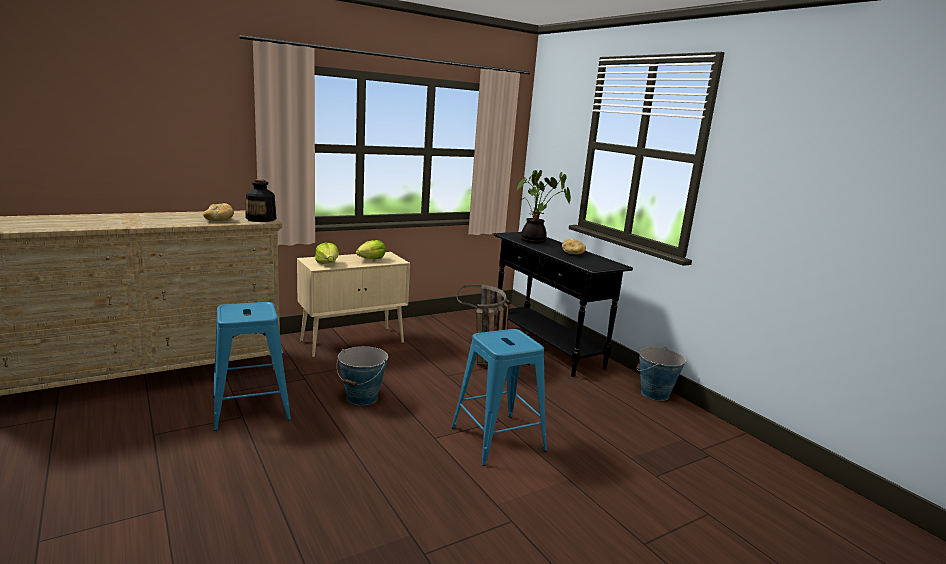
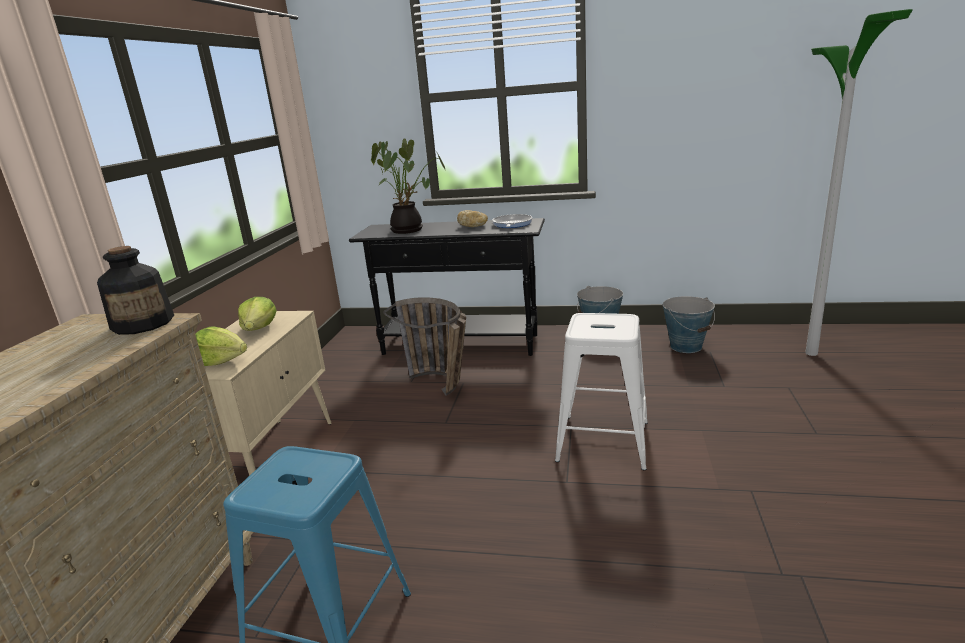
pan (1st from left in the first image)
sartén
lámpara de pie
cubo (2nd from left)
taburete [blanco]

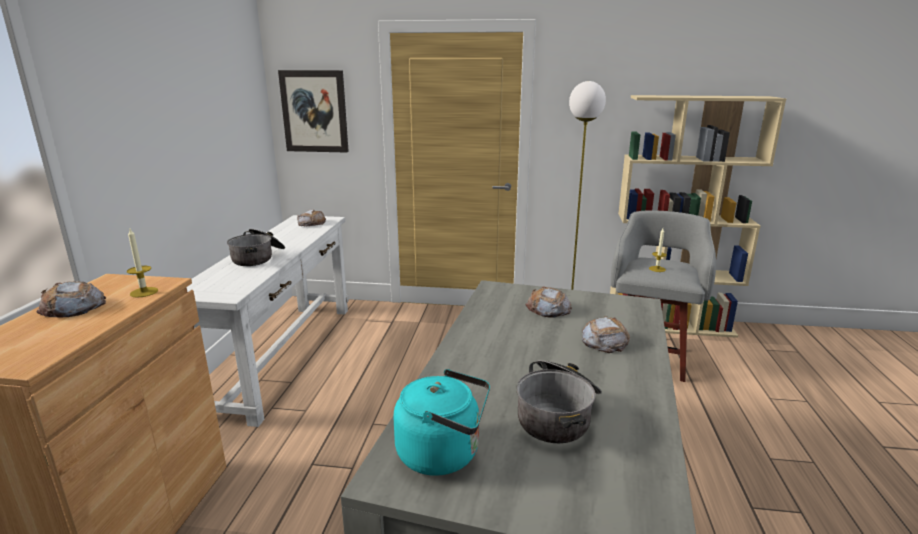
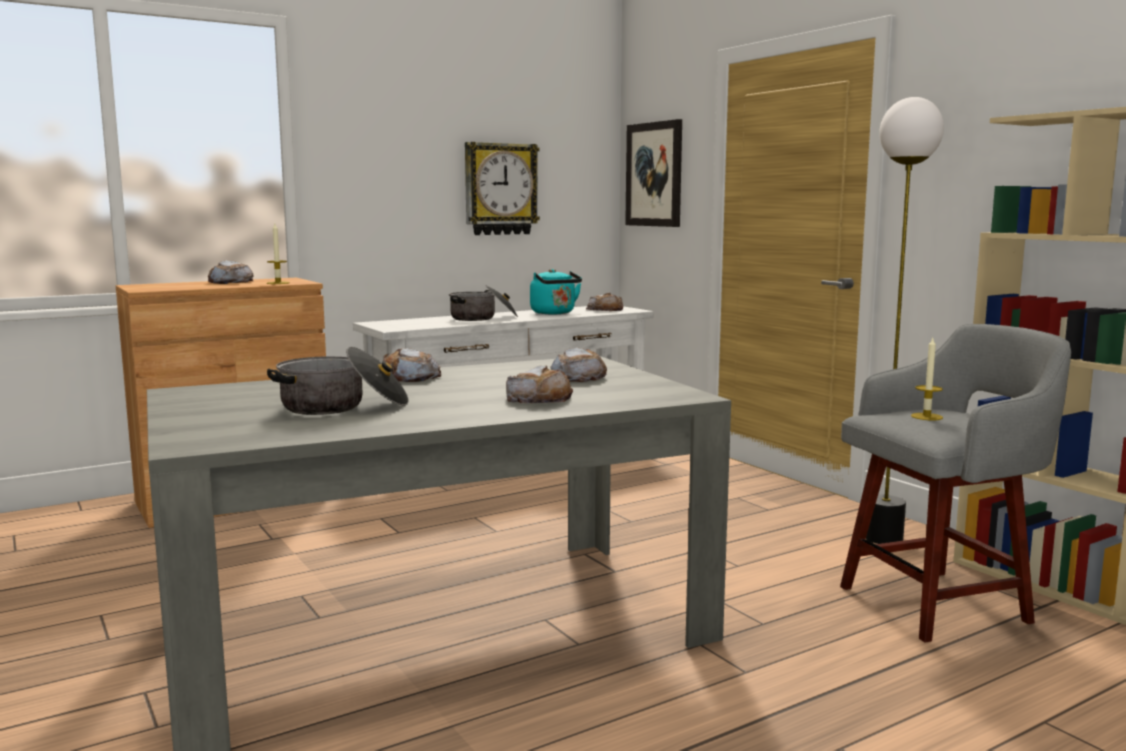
pan (2nd from left)
reloj de pared
hervidor [turquesa]

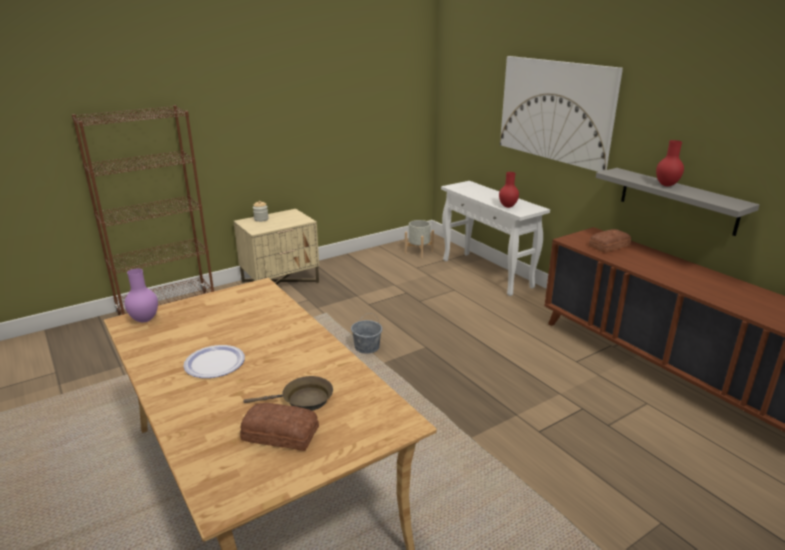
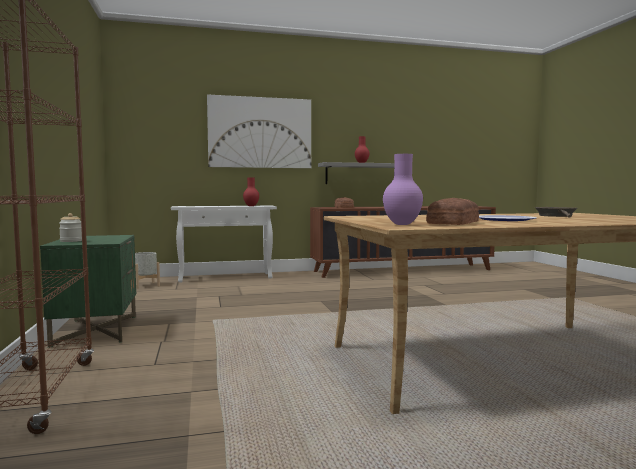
cubo [gris]
pan (2nd from left)
mesita de noche [verde]

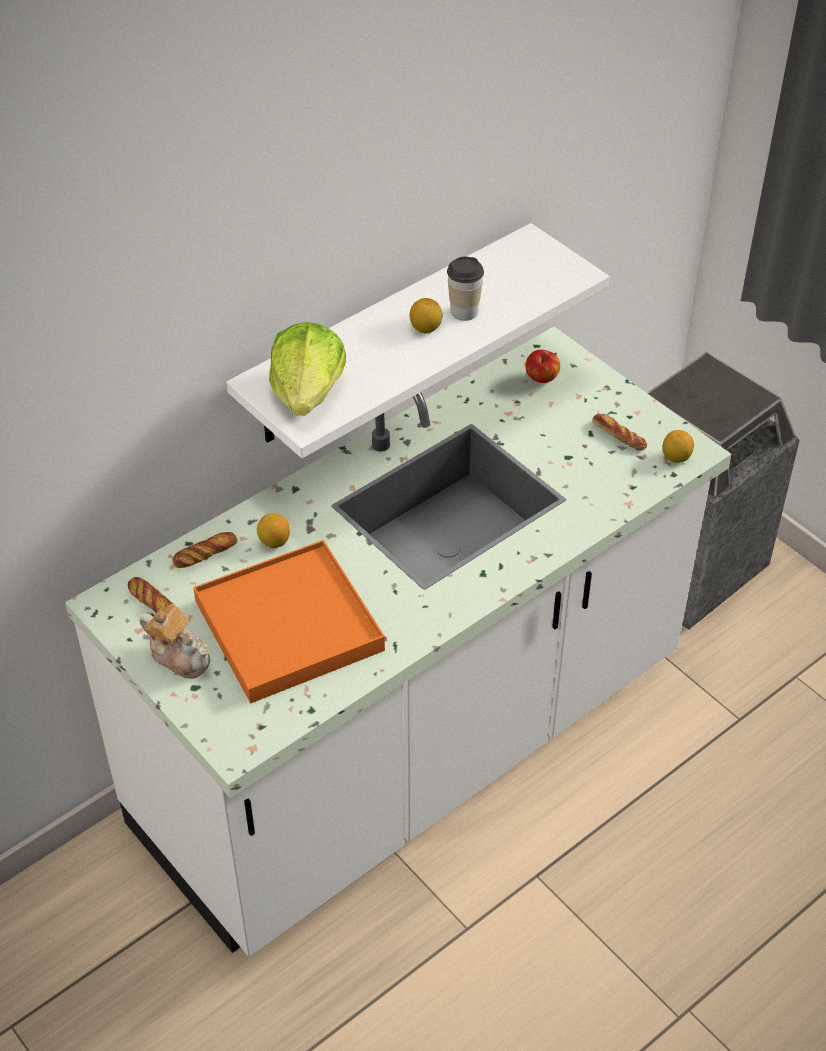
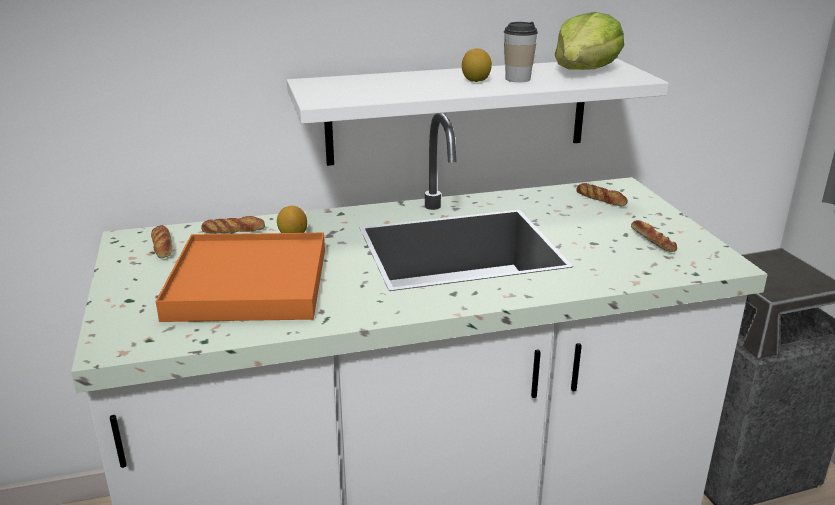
tetera
limón (3rd from left in the first image)
lechuga
pan (3rd from left)

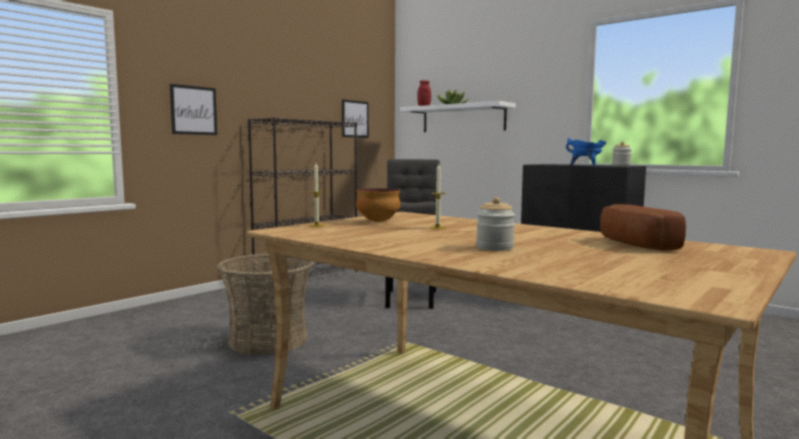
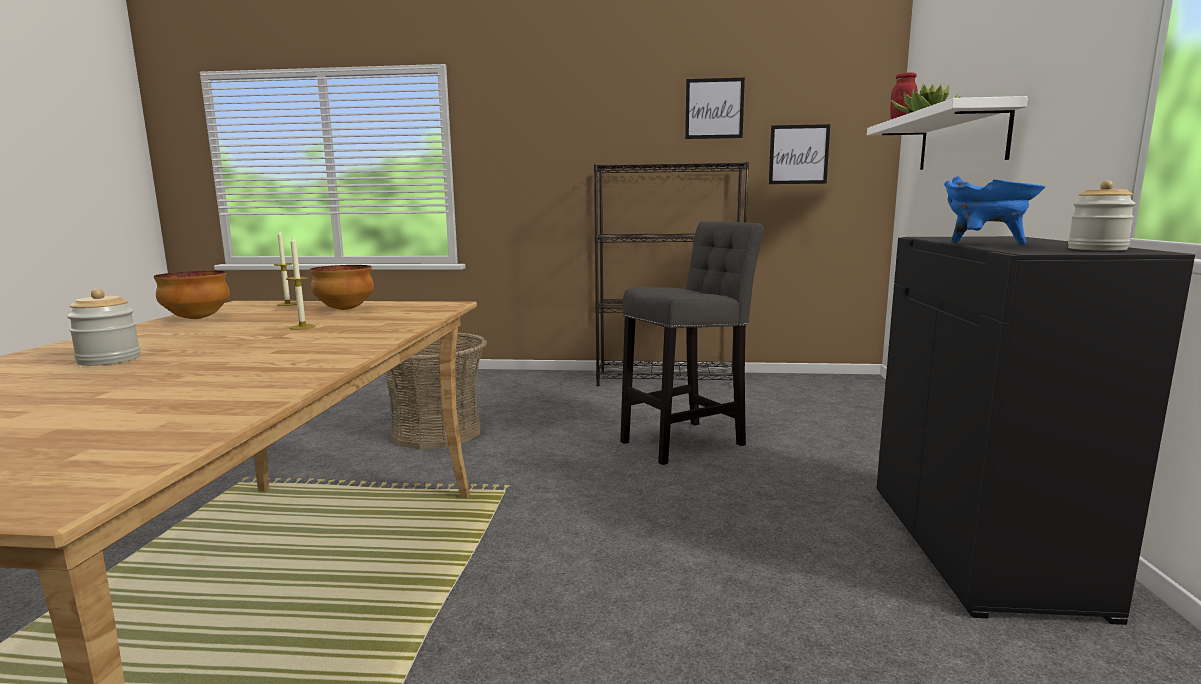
pan
cuenco (1st from left)
cuadro (1st from left)

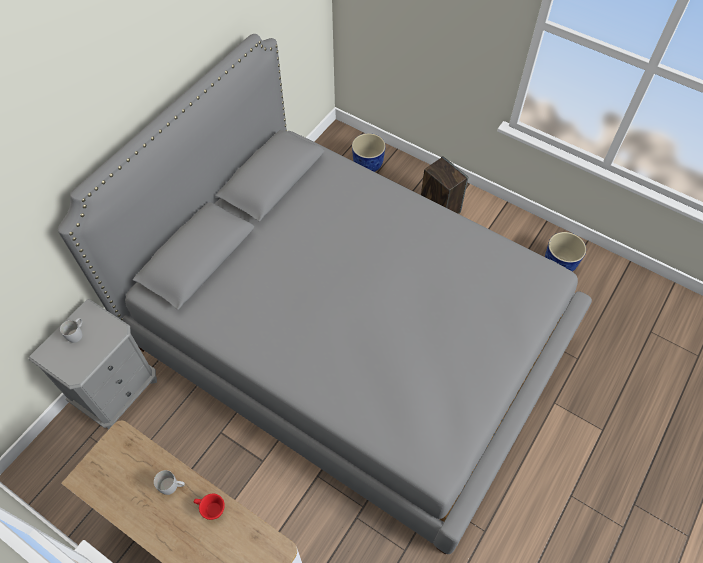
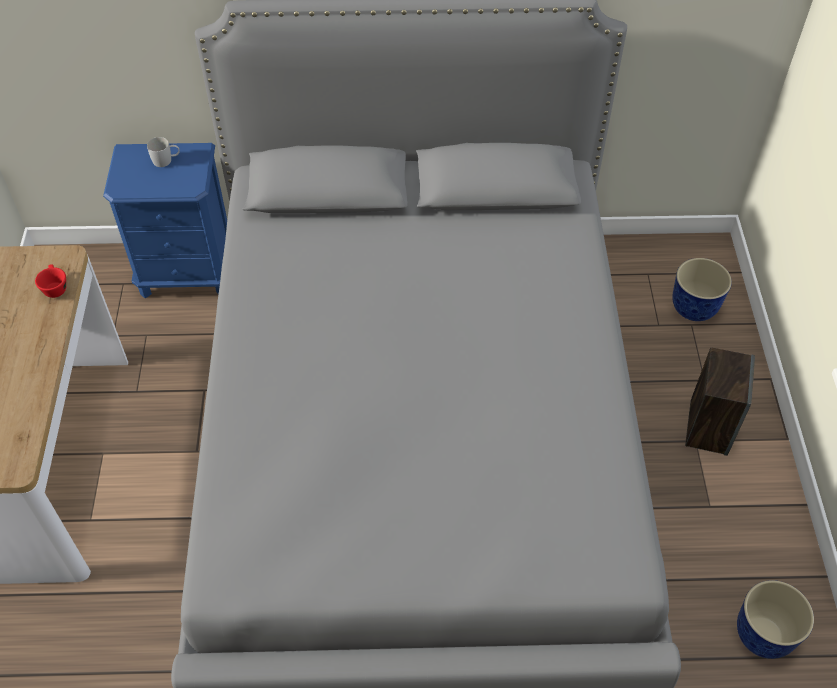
taza grande [blanco] (2nd from left in the first image)
taza [rojo]
mesita de noche [azul]

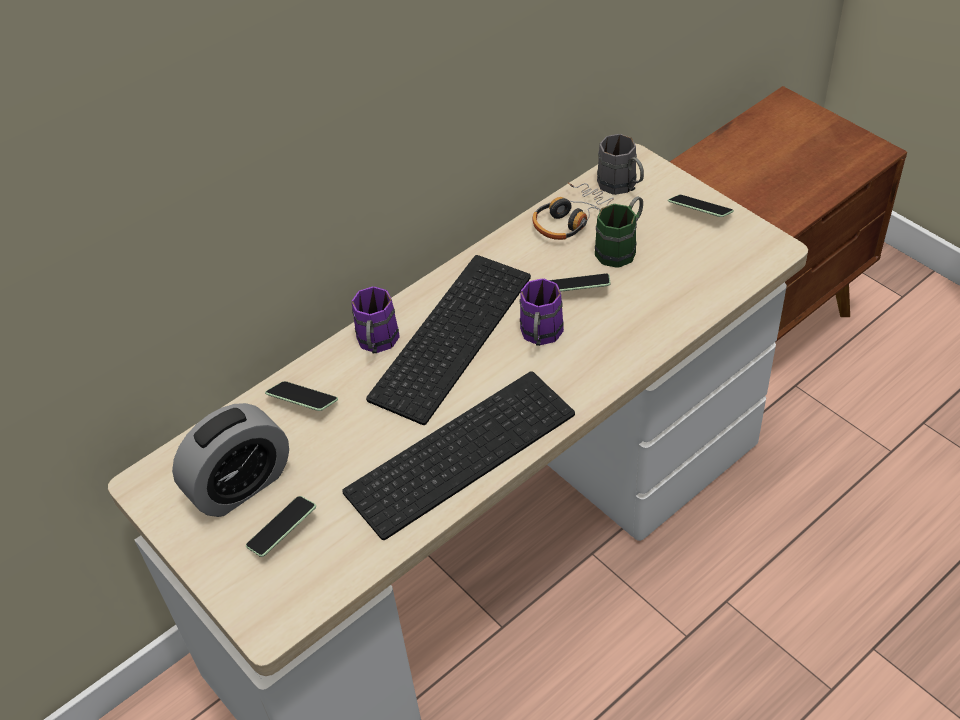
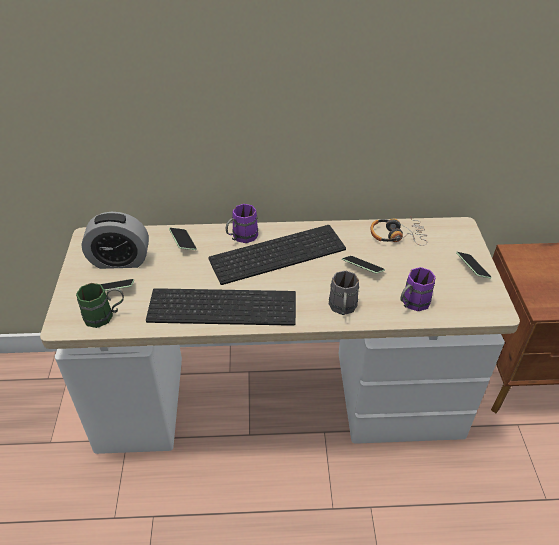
taza grande [morado] (2nd from left)
taza grande [verde]
taza grande [gris]

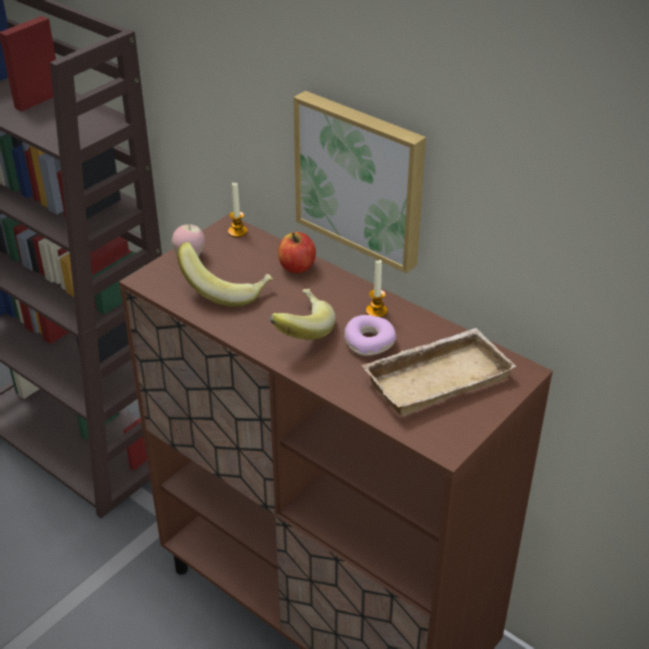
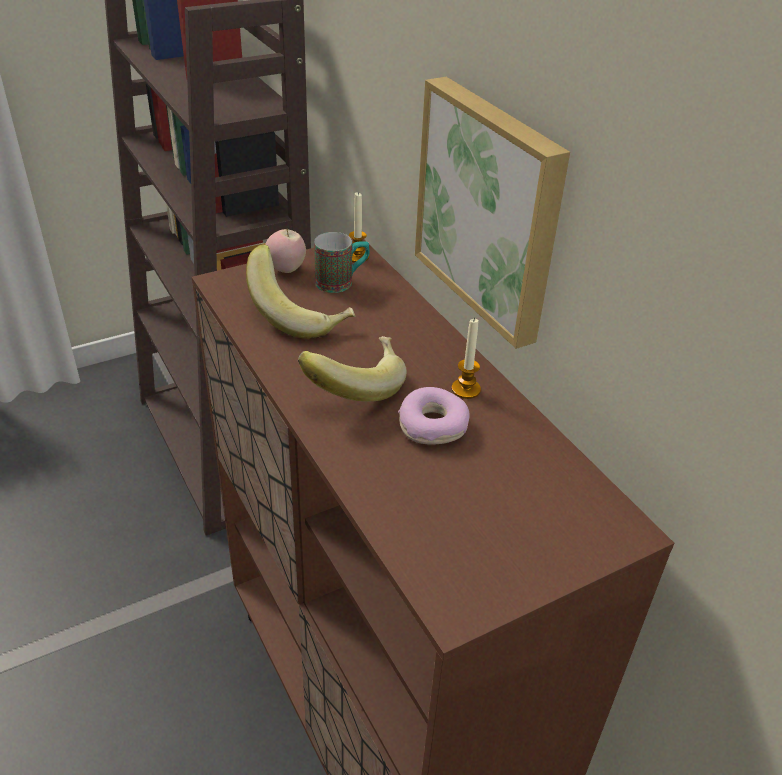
manzana (2nd from left in the first image)
bandeja [beis]
taza grande

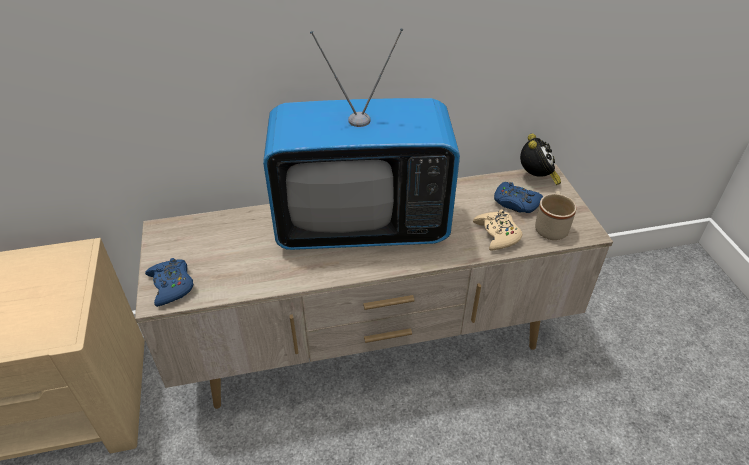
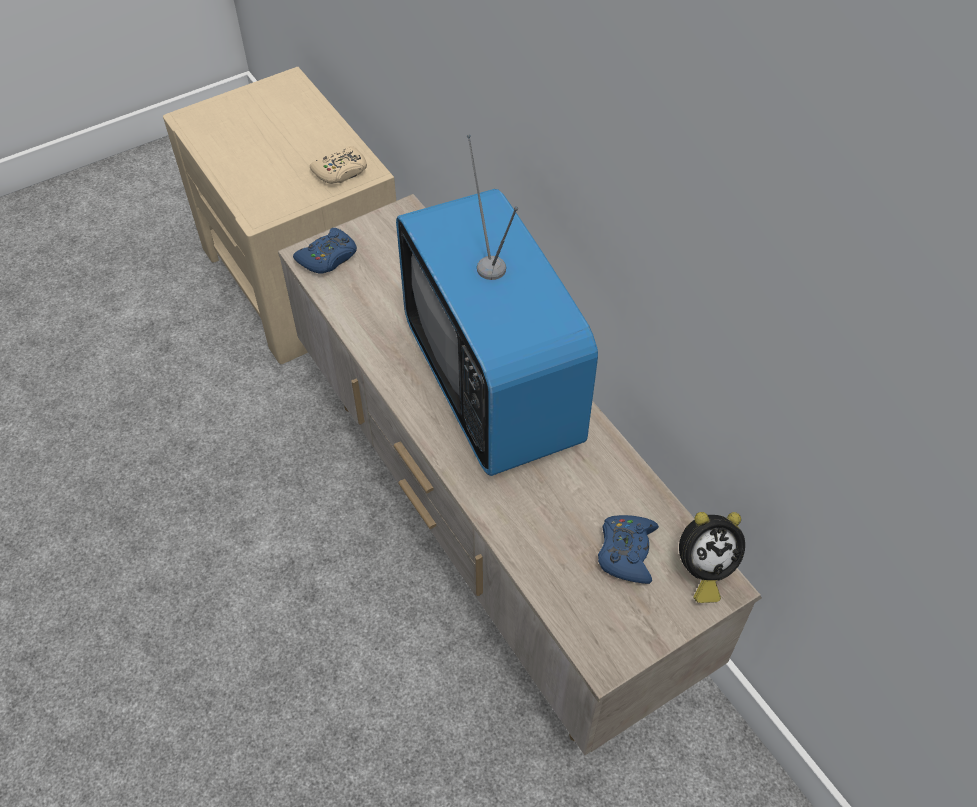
taza grande [beis]
mando de consola [beis]

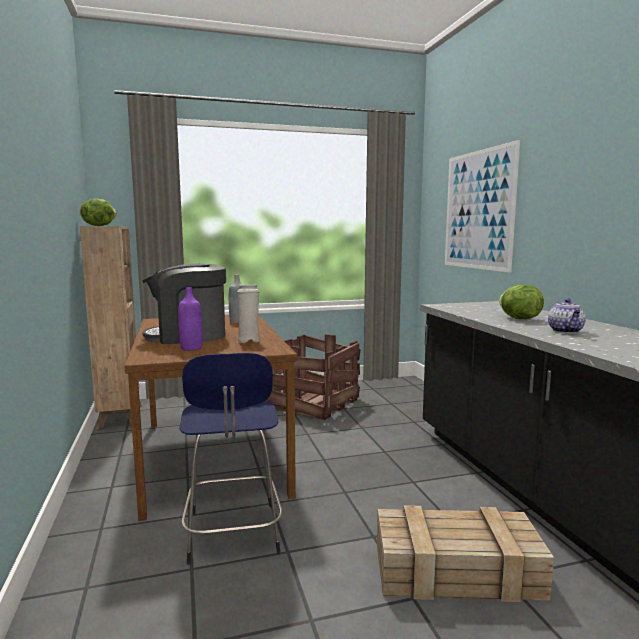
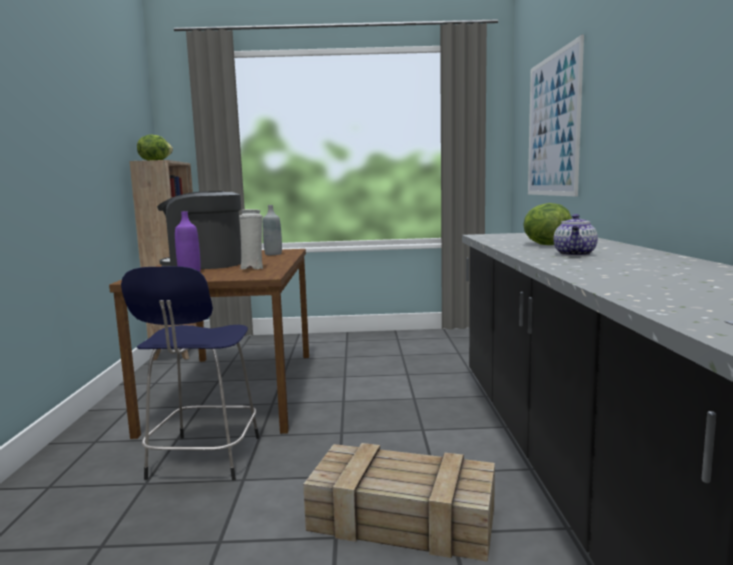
caja de embalaje (1st from left in the first image)

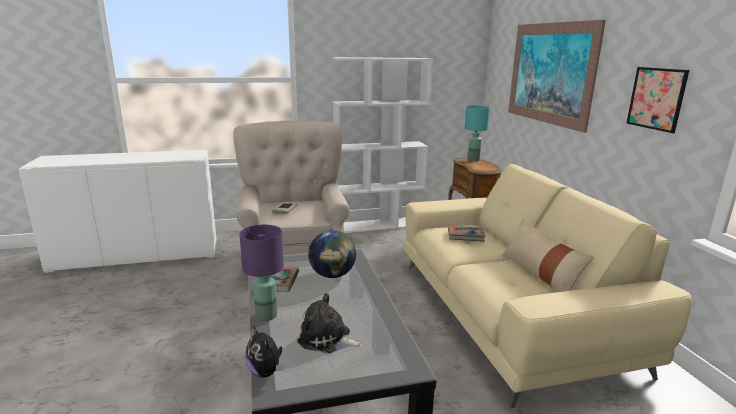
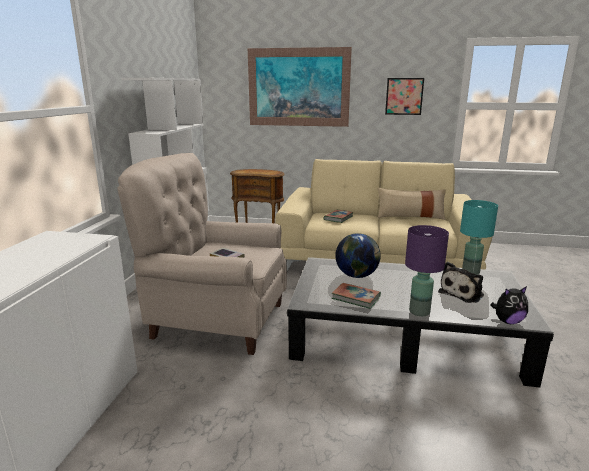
lámpara de mesa [turquesa]

